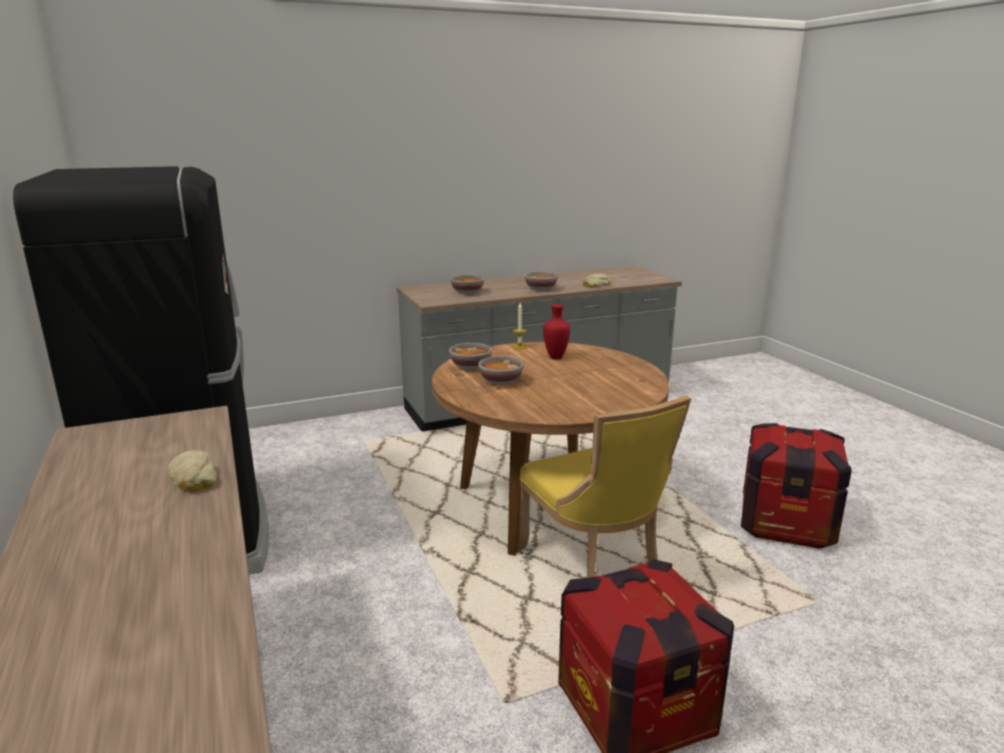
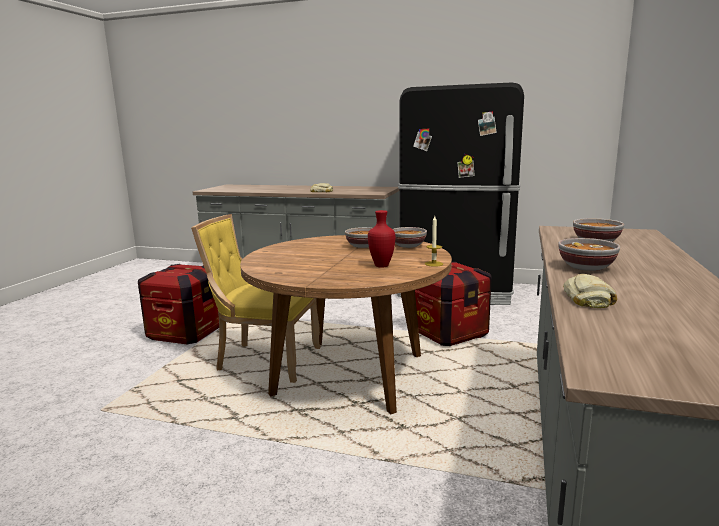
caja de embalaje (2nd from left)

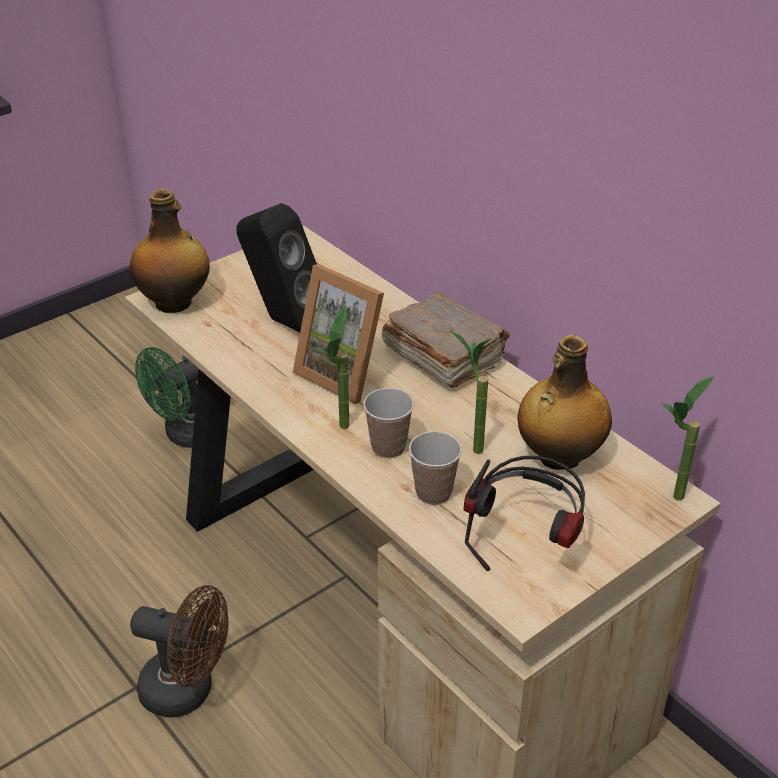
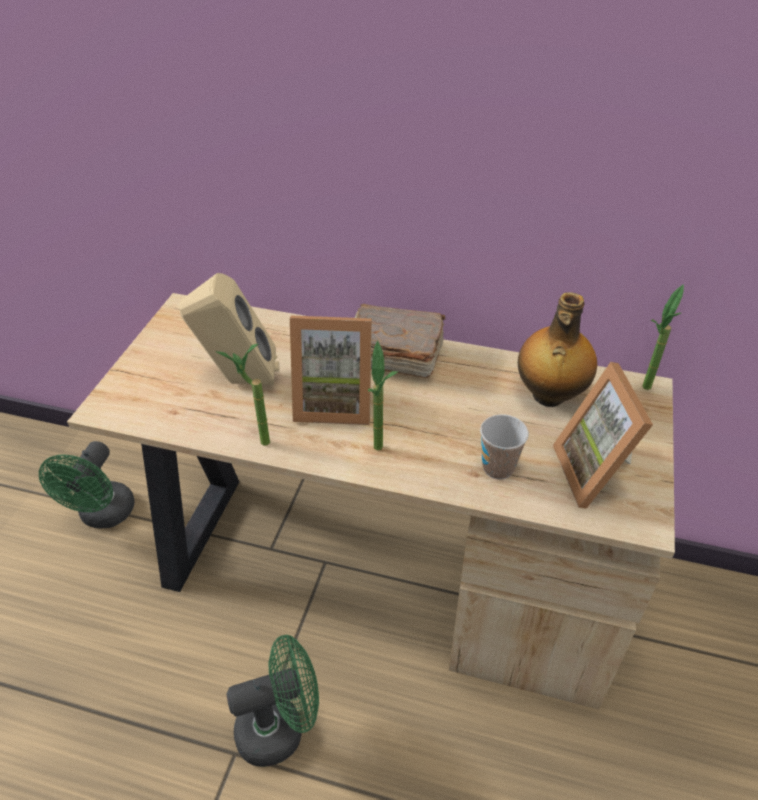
botella (1st from left in the first image)
taza (1st from left in the first image)
planta en maceta (1st from left)
portarretratos (2nd from left)
ventilador [verde] (2nd from left)
altavoz [beis]

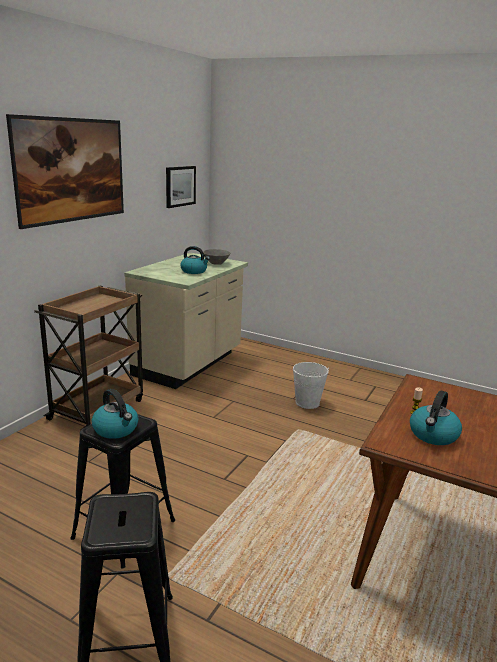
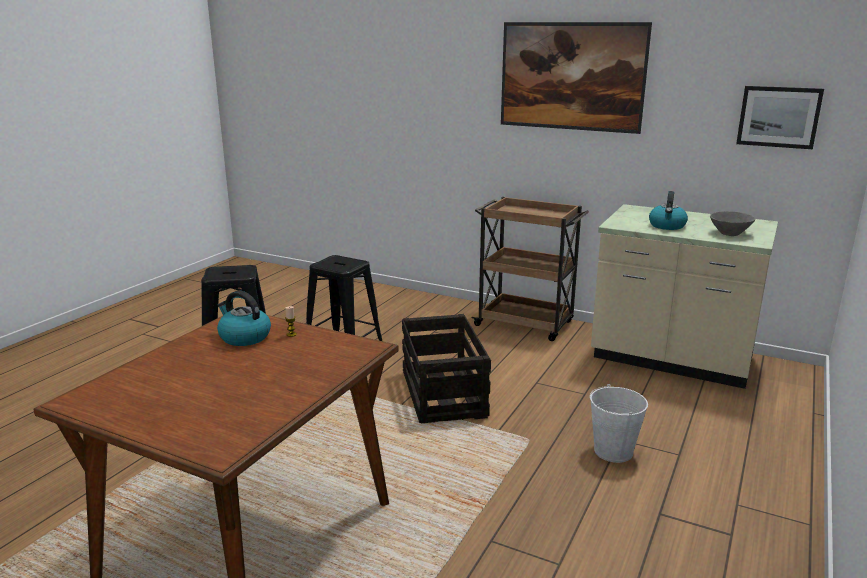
hervidor (1st from left in the first image)
caja de embalaje

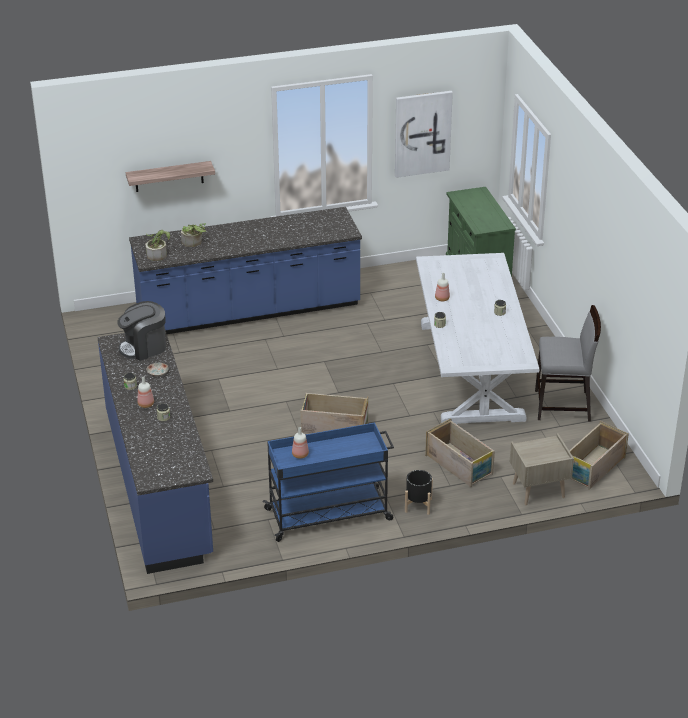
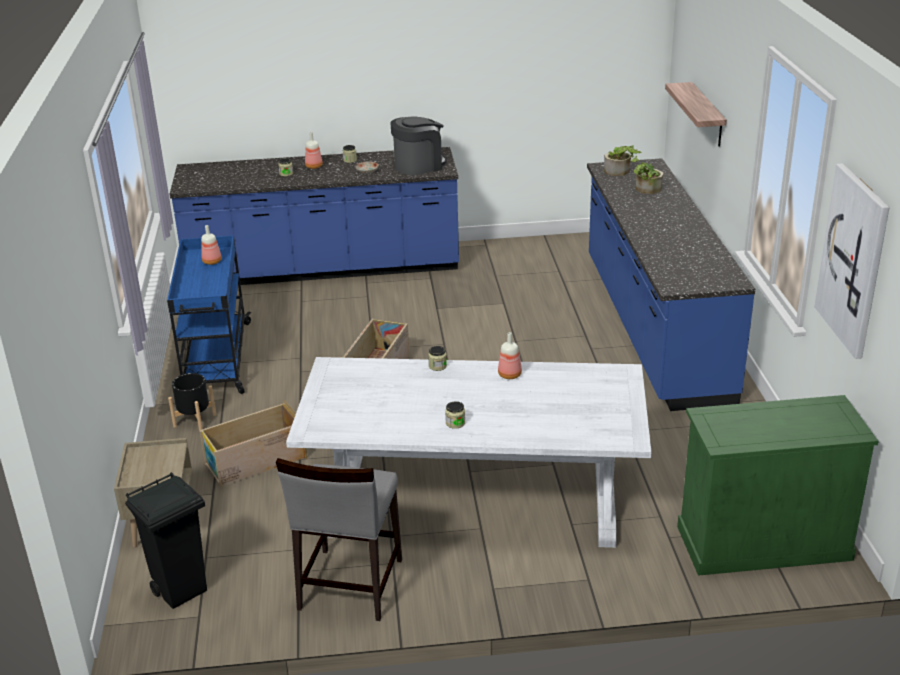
papelera [negro]
cafetera

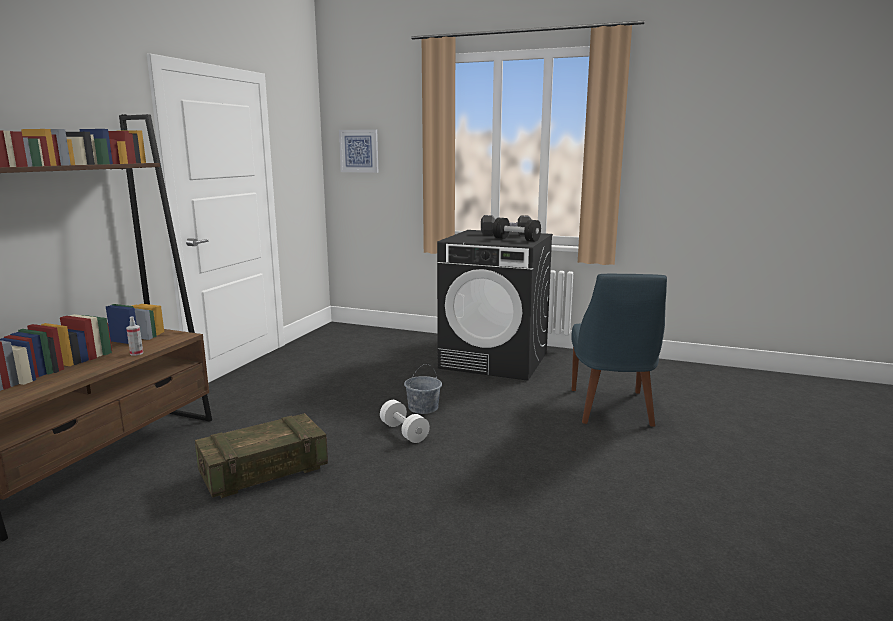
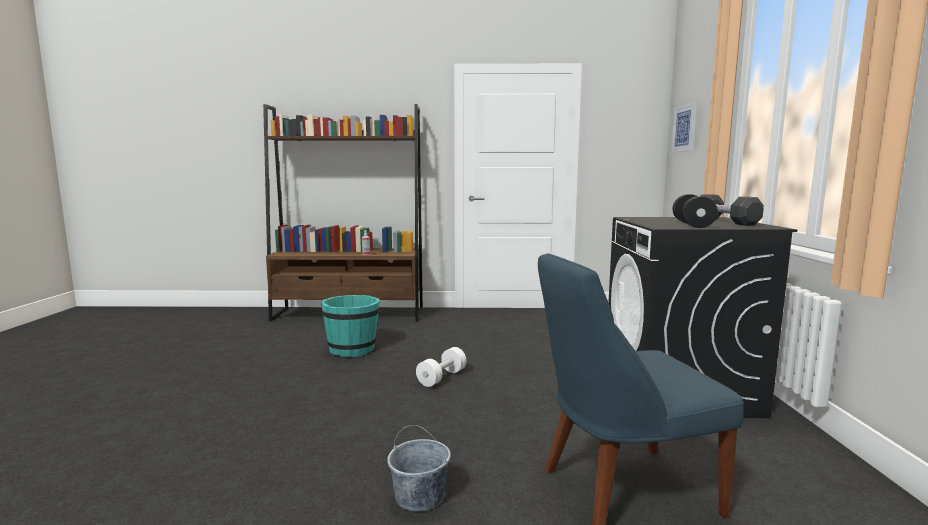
cubo [gris]
cubo [turquesa]

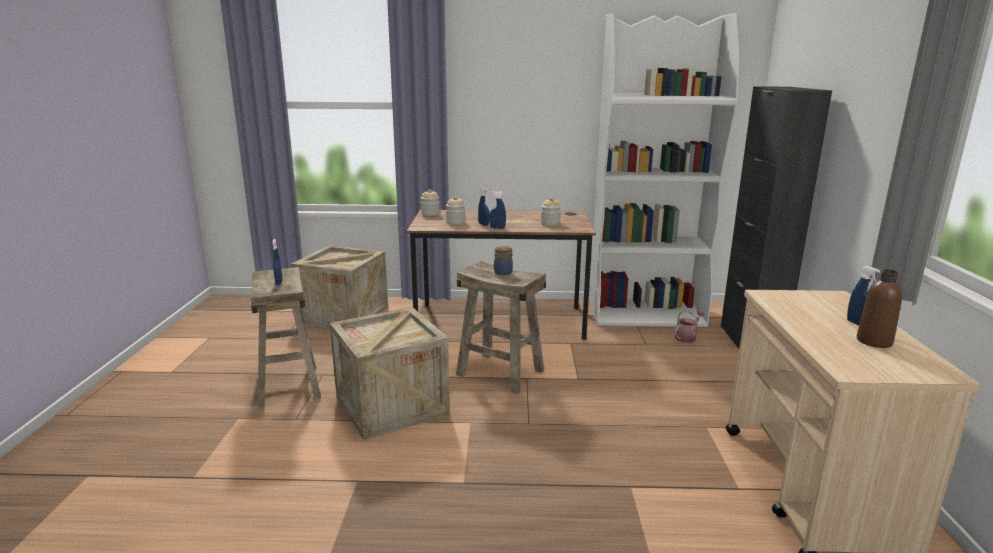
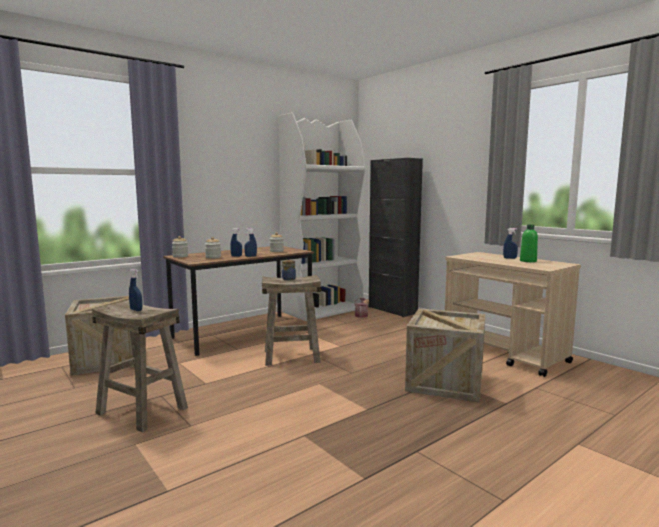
caja de embalaje (2nd from left)
botella [verde]

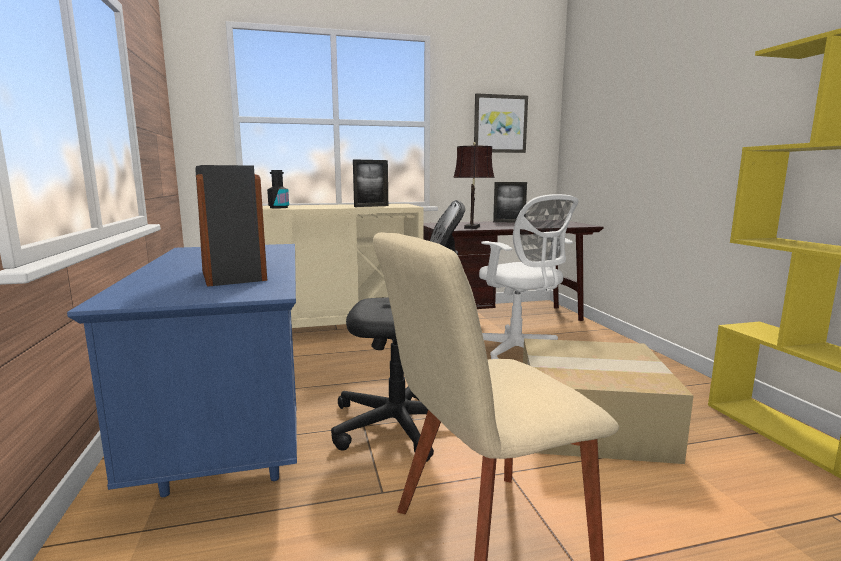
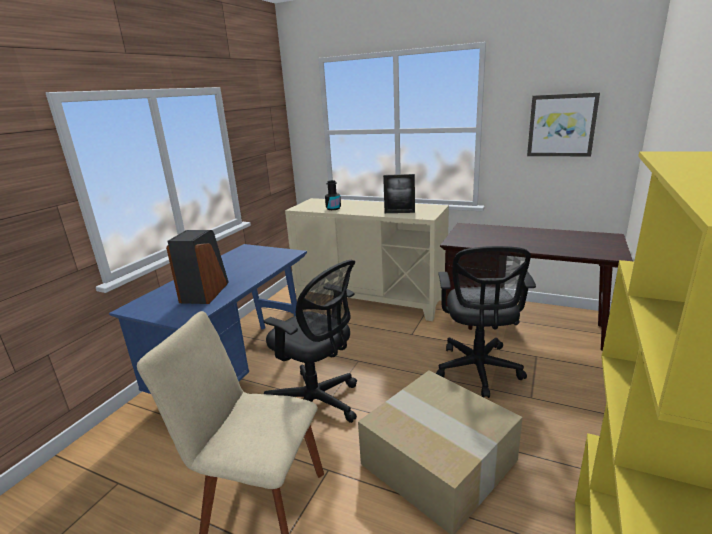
lámpara de mesa [marrón]
portarretratos (2nd from left in the first image)
silla de oficina [negro] (2nd from left)

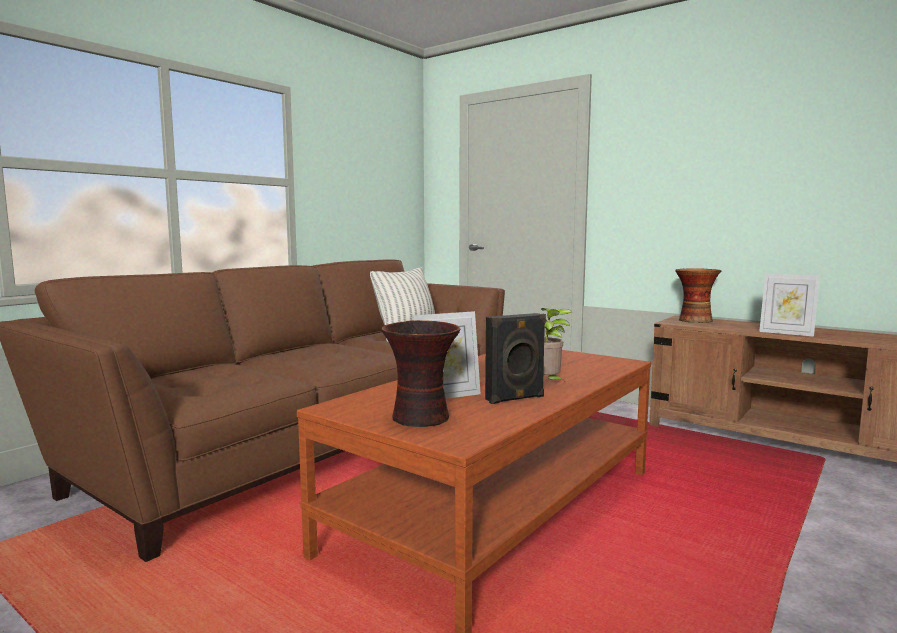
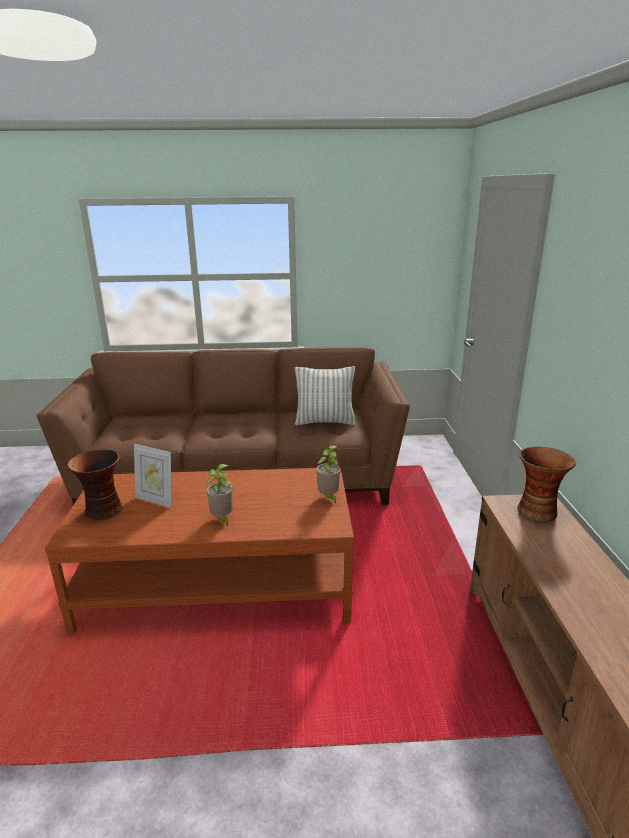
altavoz [negro]
portarretratos (2nd from left in the first image)
planta en maceta (2nd from left)

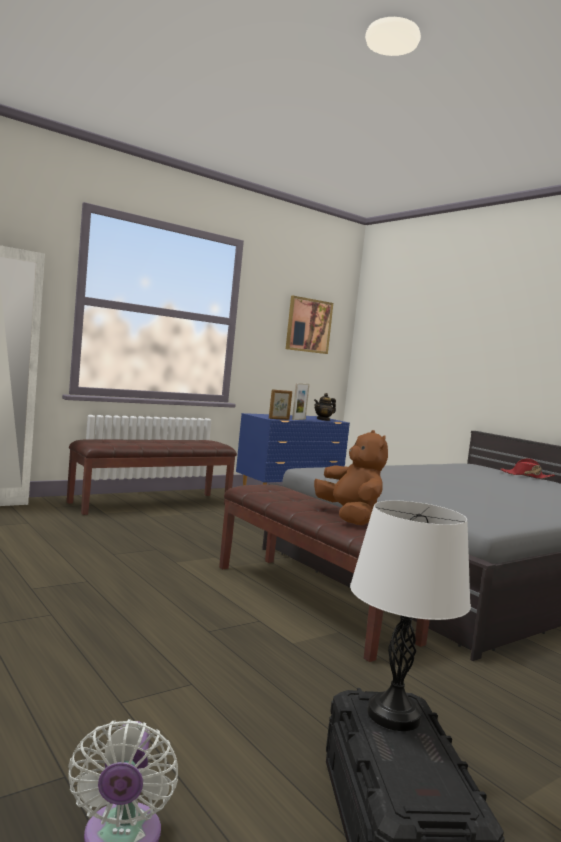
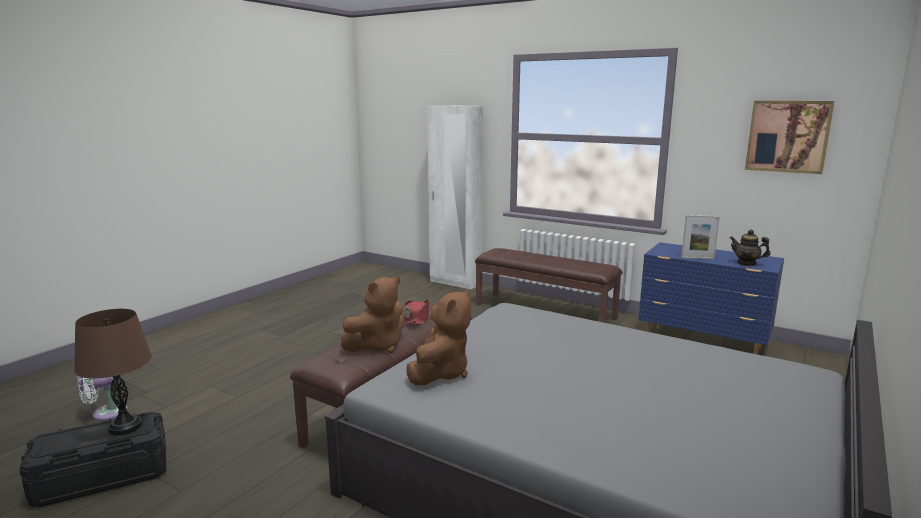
portarretratos (1st from left in the first image)
peluche [marrón] (2nd from left)
sombrero [rojo]
lámpara de mesa [marrón]

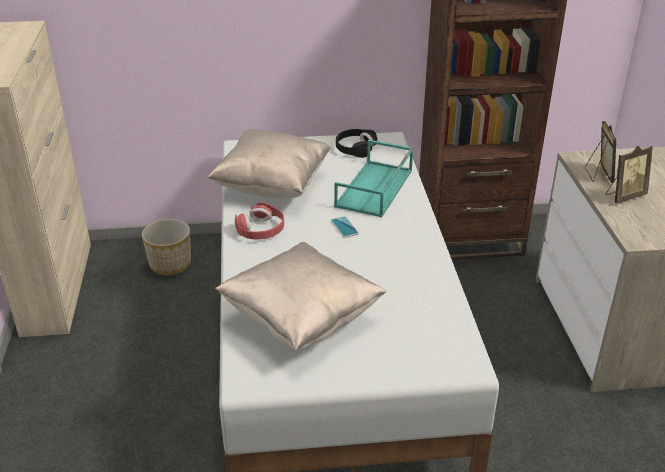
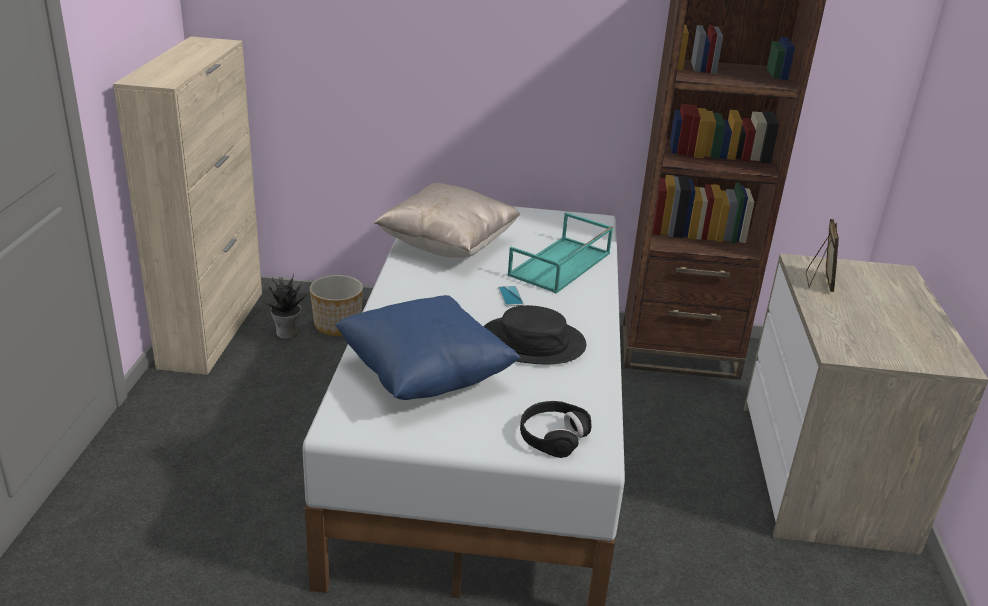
auriculares [rojo]
portarretratos (2nd from left in the first image)
planta en maceta
sombrero [negro]
auriculares [negro]
cojín [azul]

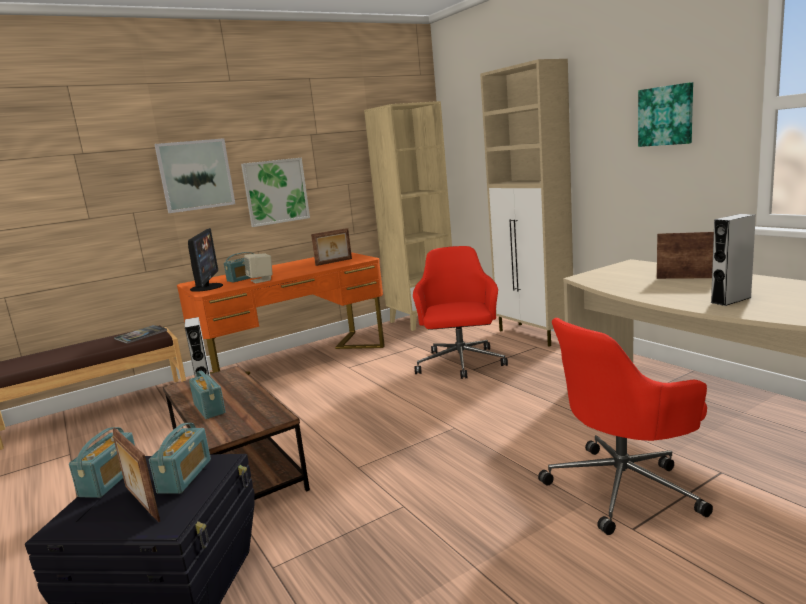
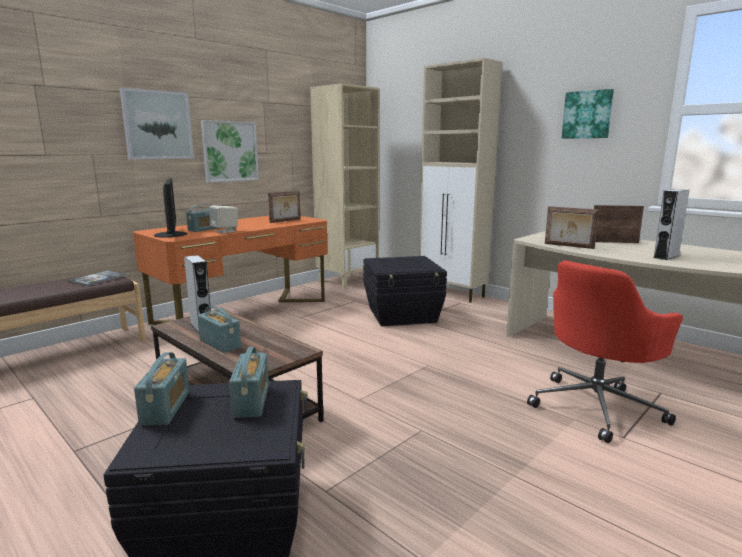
portarretratos (2nd from left)
caja de almacenaje [negro] (2nd from left)

